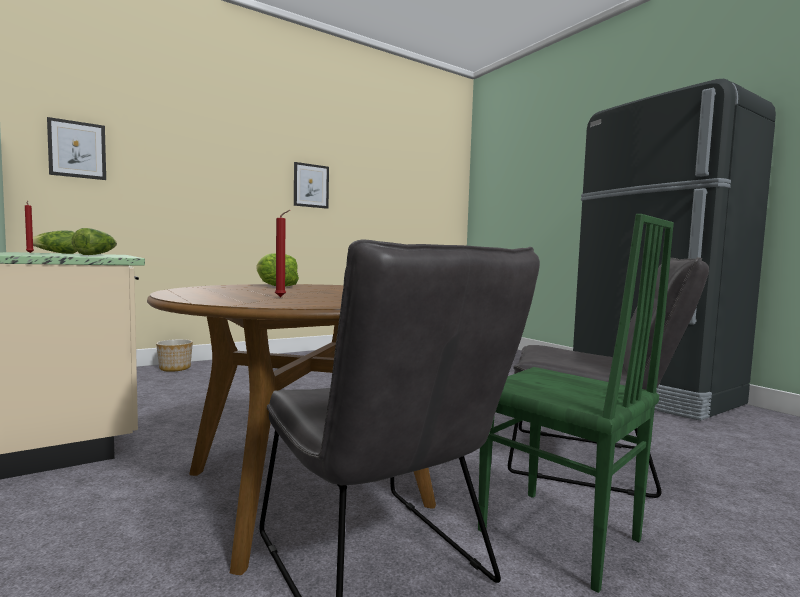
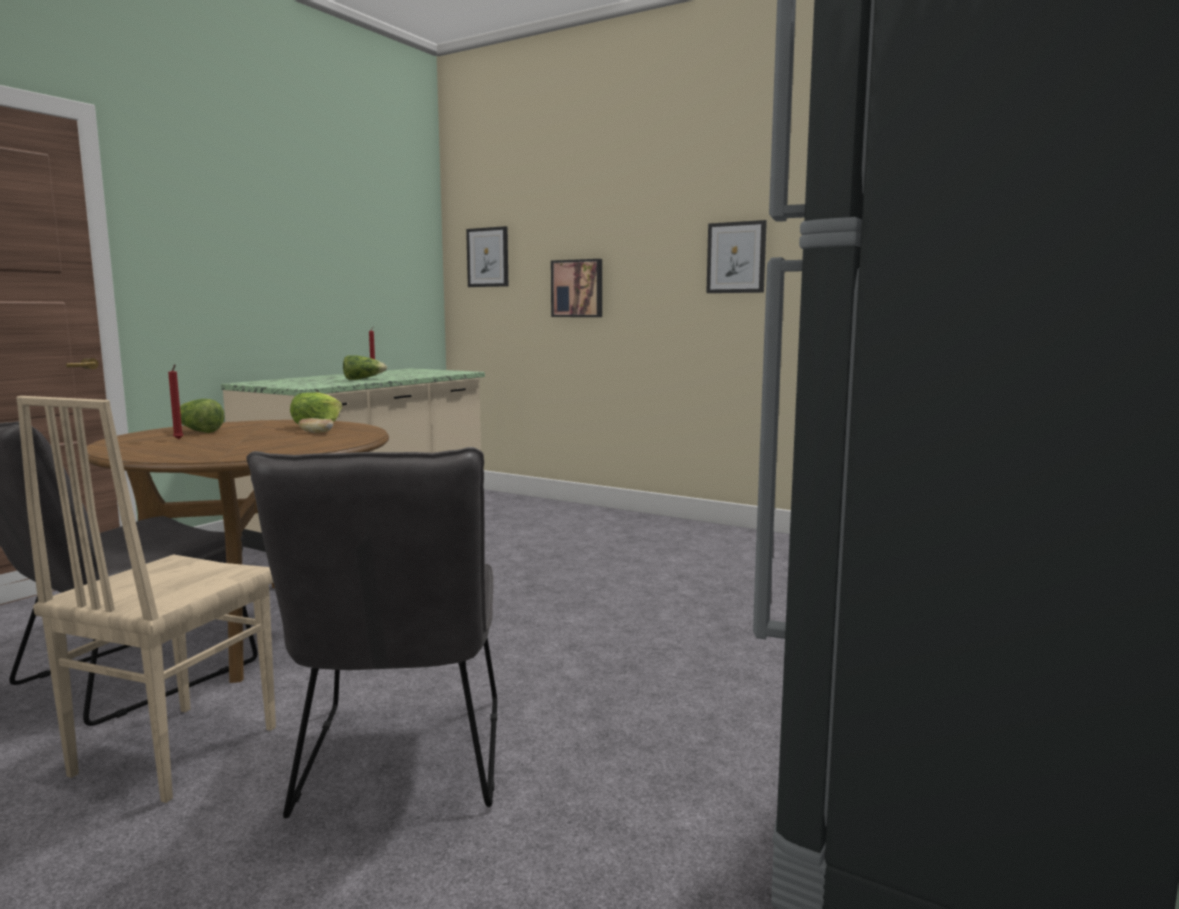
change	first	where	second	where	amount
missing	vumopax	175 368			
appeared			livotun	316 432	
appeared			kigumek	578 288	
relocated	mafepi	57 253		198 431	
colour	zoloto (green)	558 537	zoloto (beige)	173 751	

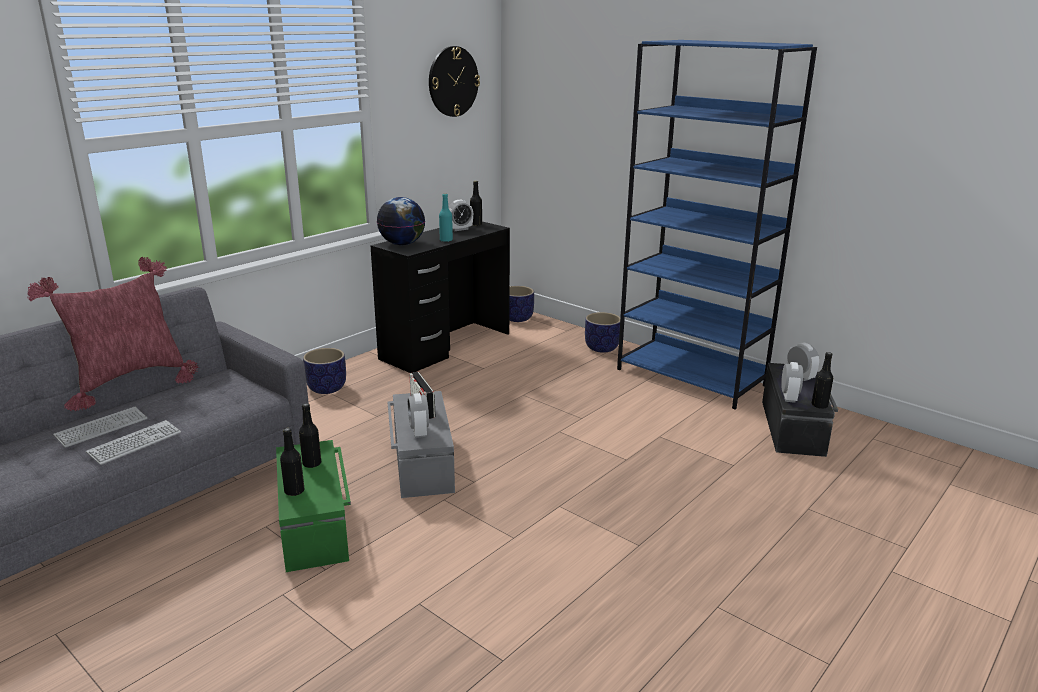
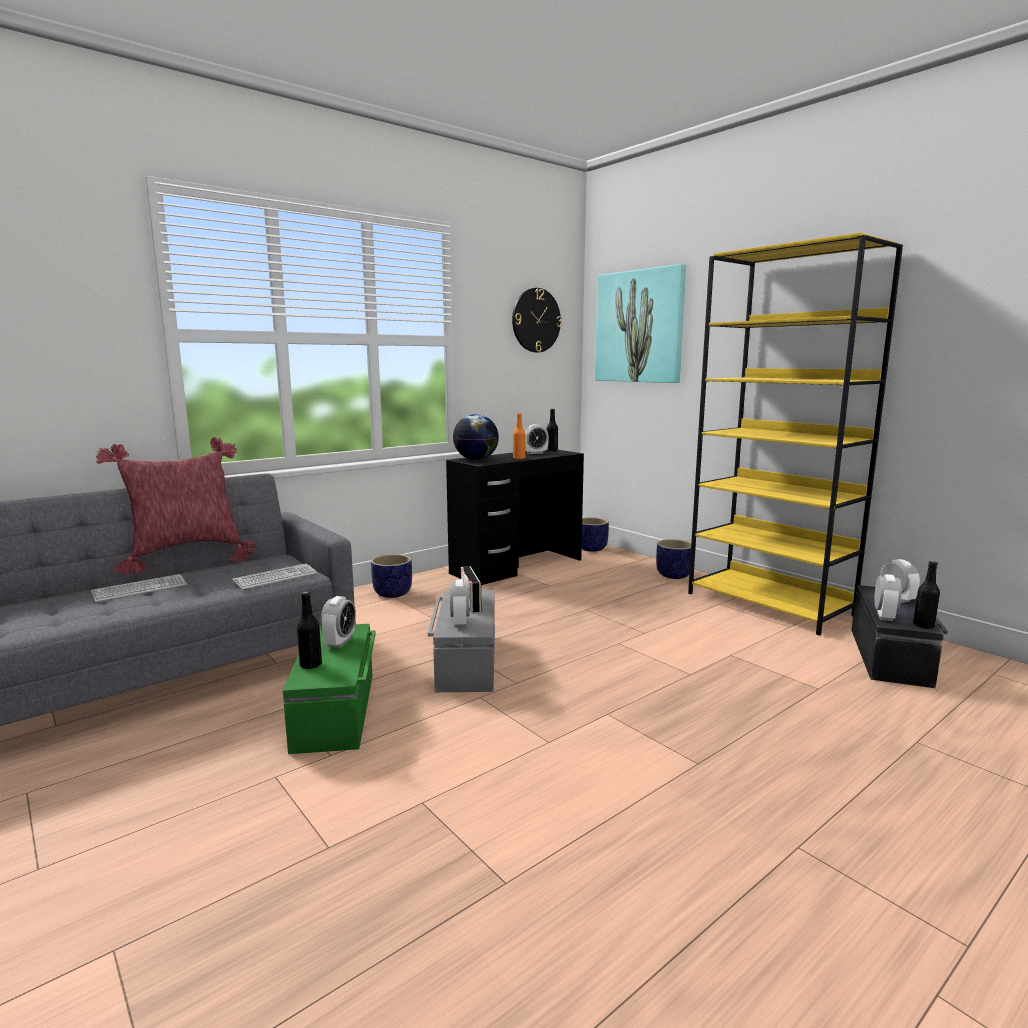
change	first	where	second	where	amount
appeared			kigumek	639 327	
relocated	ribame	135 443		275 578	
exchanged	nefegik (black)	312 463	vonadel	340 642	
colour	nefegik (turquoise)	446 240	nefegik (orange)	519 458	
colour	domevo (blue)	691 377	domevo (yellow)	769 604	

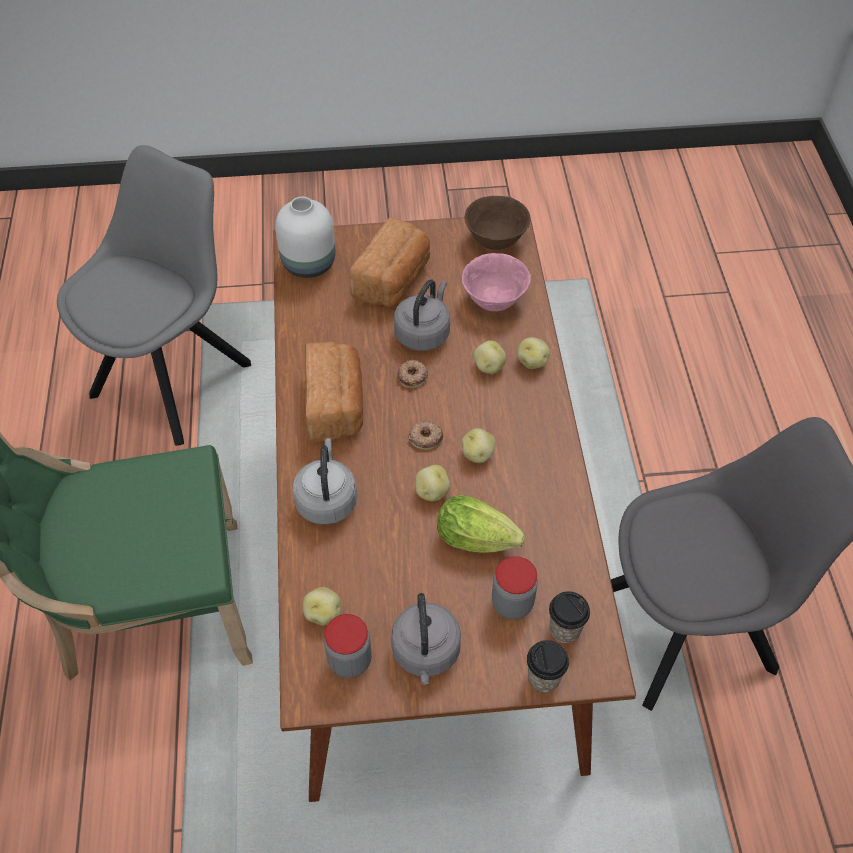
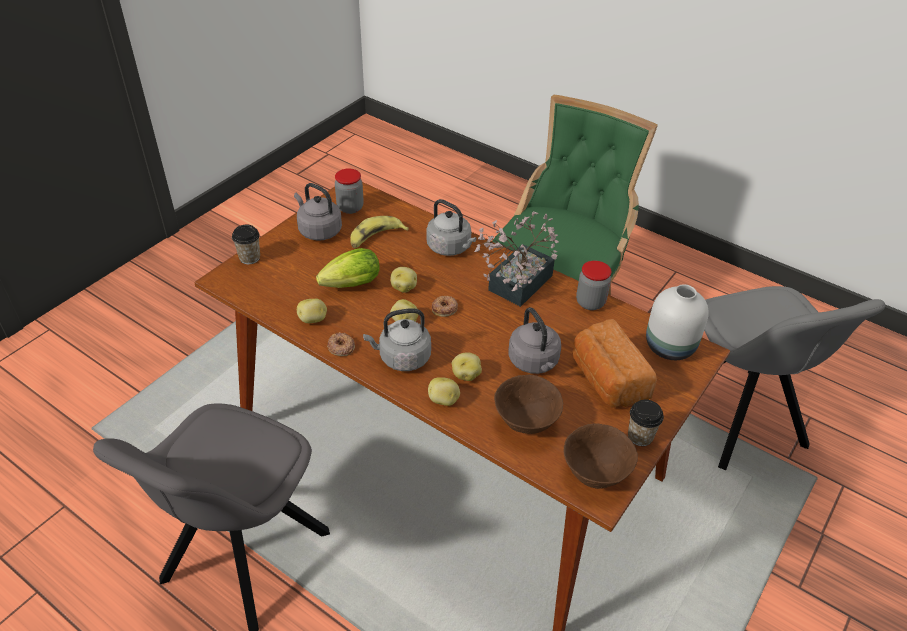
change	first	where	second	where	amount
appeared			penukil	375 238	
appeared			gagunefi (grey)	402 358	
relocated	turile	323 613		313 319	
relocated	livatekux	412 376		341 347	
relocated	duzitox	512 603		590 302	
relocated	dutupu	565 629		640 436	
exchanged	livotun	336 406	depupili	515 287	
colour	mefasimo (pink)	494 300	mefasimo (brown)	525 423	

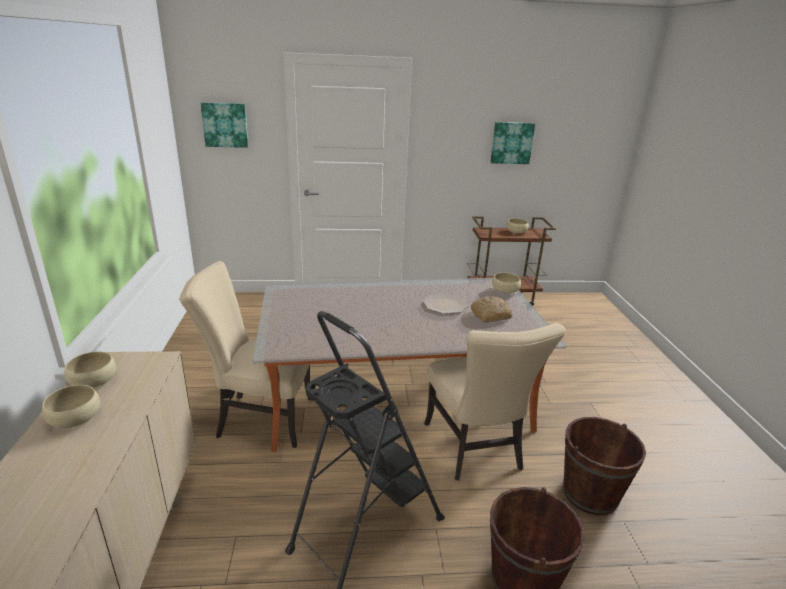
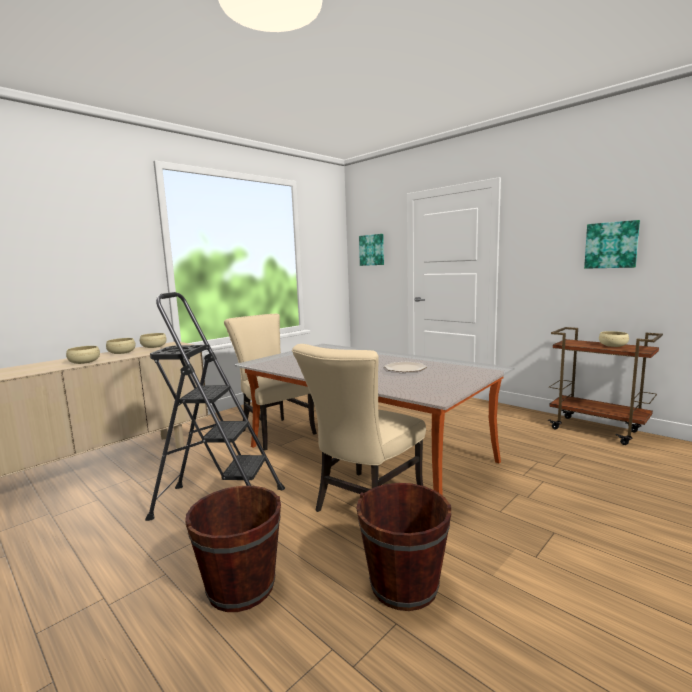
change	first	where	second	where	amount
missing	livotun	490 315			
relocated	mefasimo (beige)	505 290		84 362	

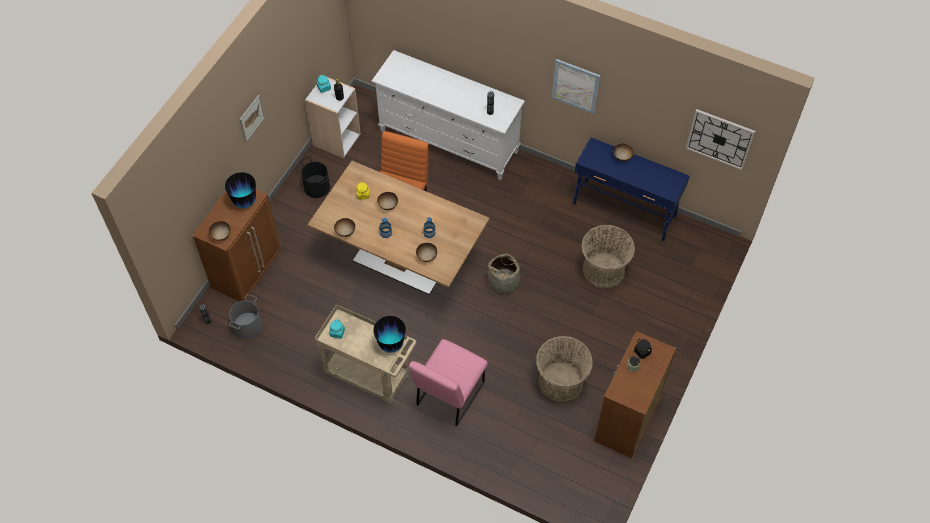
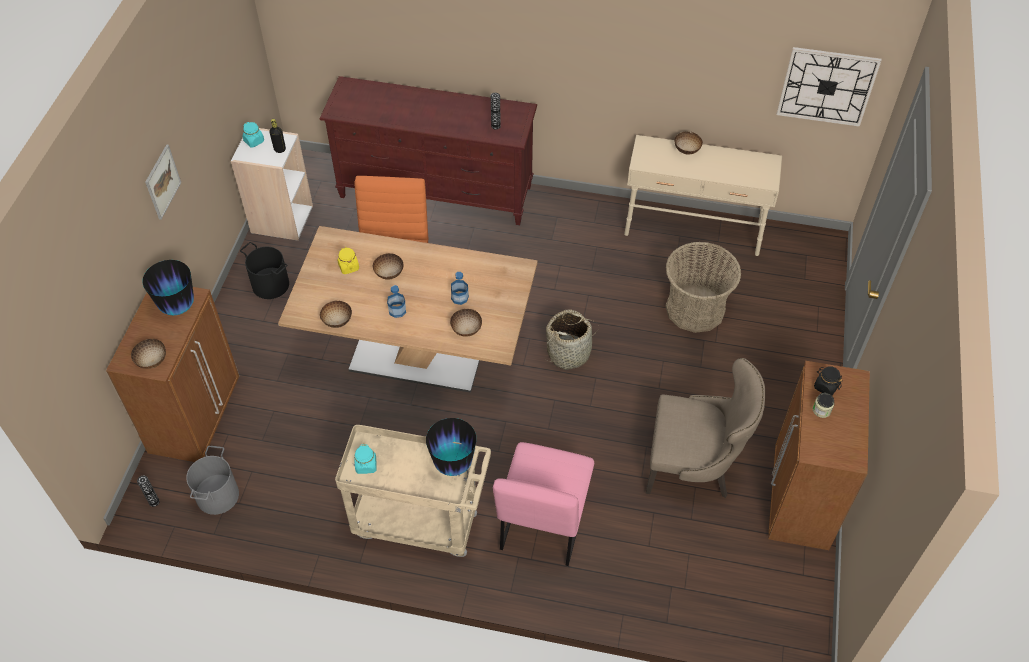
change	first	where	second	where	amount
missing	kigumek	575 86			
exchanged	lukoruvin	561 382	zoloto (beige)	693 468	
colour	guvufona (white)	449 142	guvufona (red)	436 192	
colour	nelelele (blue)	624 210	nelelele (beige)	693 230	

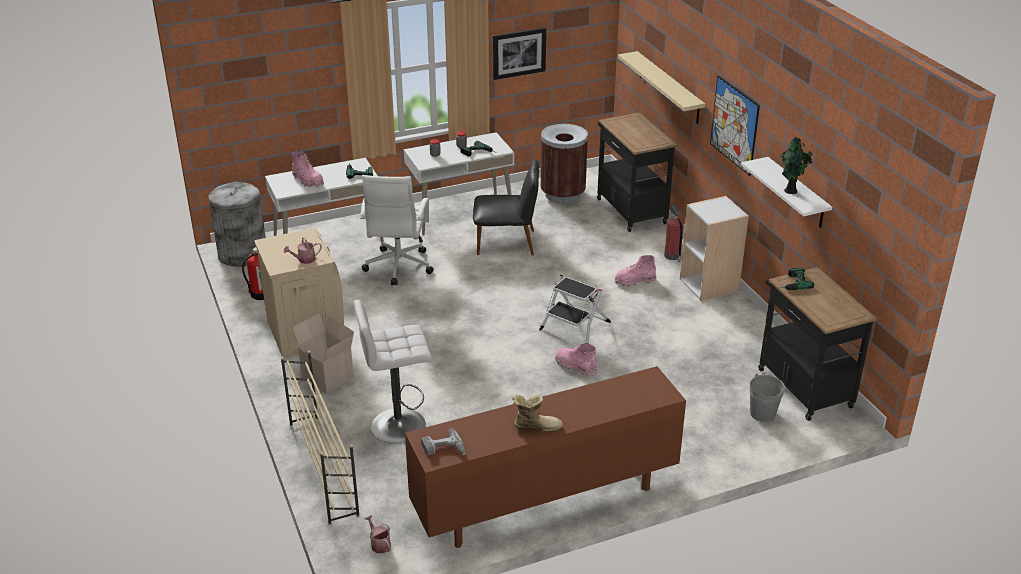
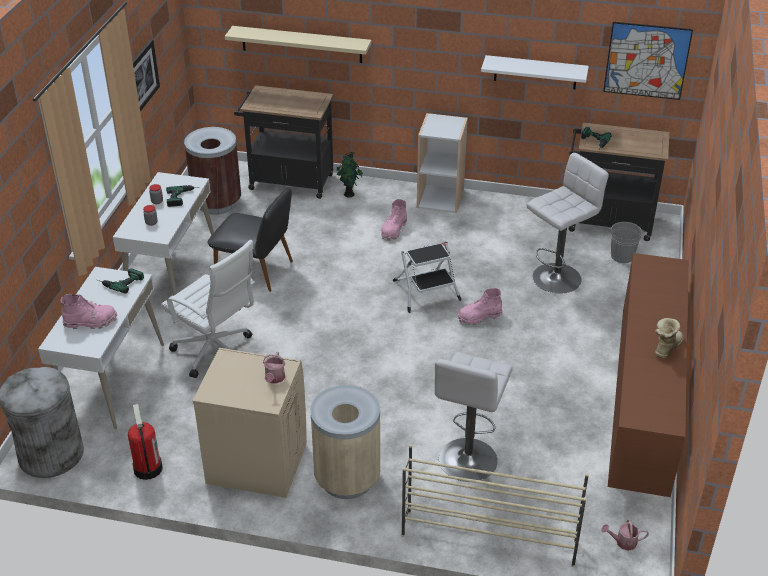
change	first	where	second	where	amount
missing	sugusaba	444 450			
missing	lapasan	672 256			
appeared			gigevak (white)	557 278	
relocated	kigumek	734 125		646 61	
relocated	depupili	791 191		350 194	
exchanged	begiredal	325 377	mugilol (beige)	347 478	
spun	zoloto (black)	506 242		254 269	75 degrees clockwise

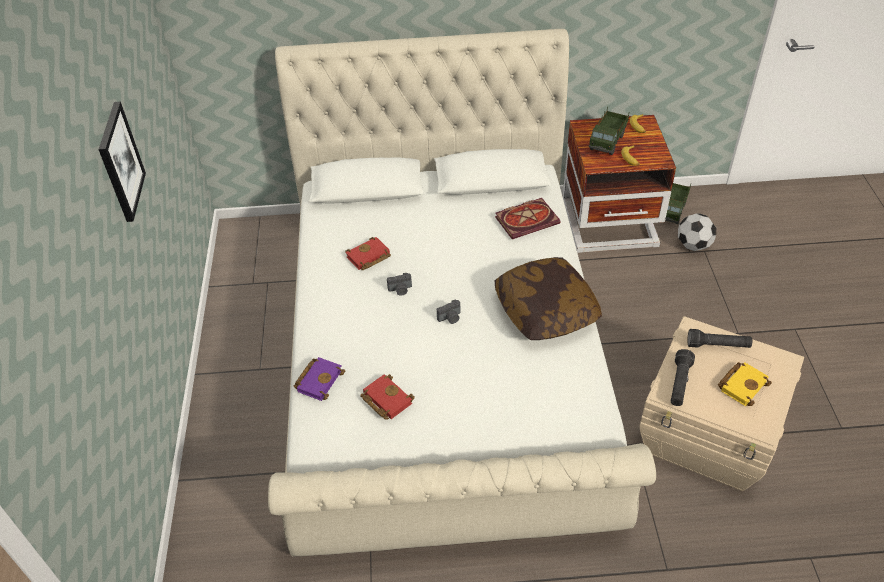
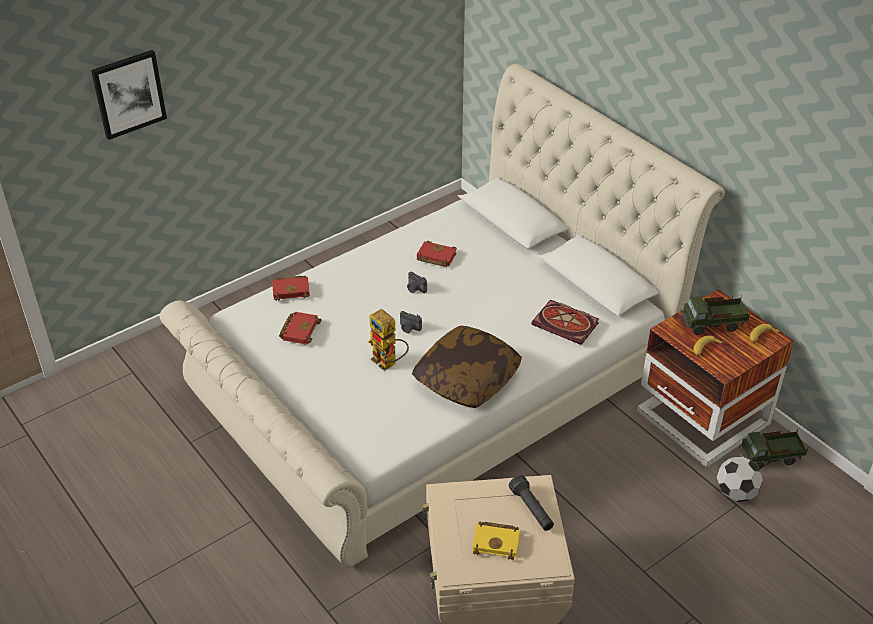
change	first	where	second	where	amount
missing	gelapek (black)	679 384			
appeared			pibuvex	389 363	
relocated	kigumek	120 162		129 94	
colour	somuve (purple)	319 380	somuve (red)	292 290	

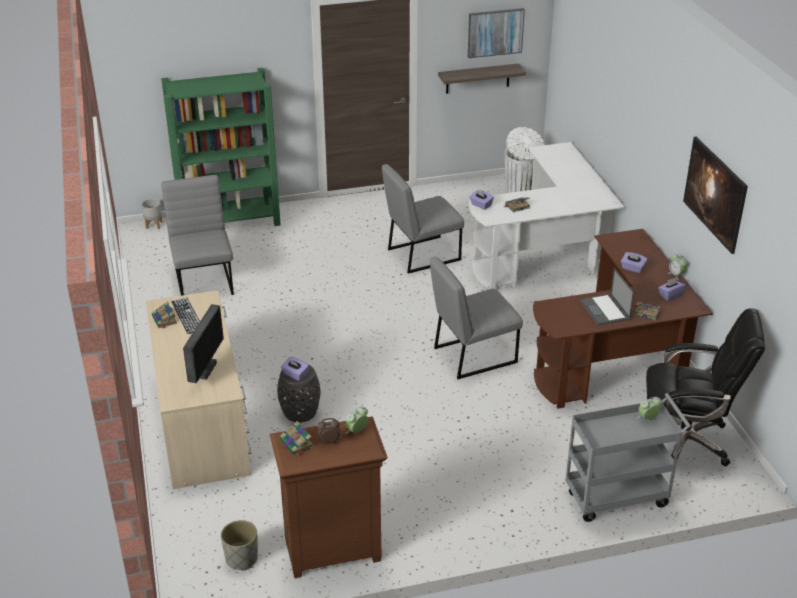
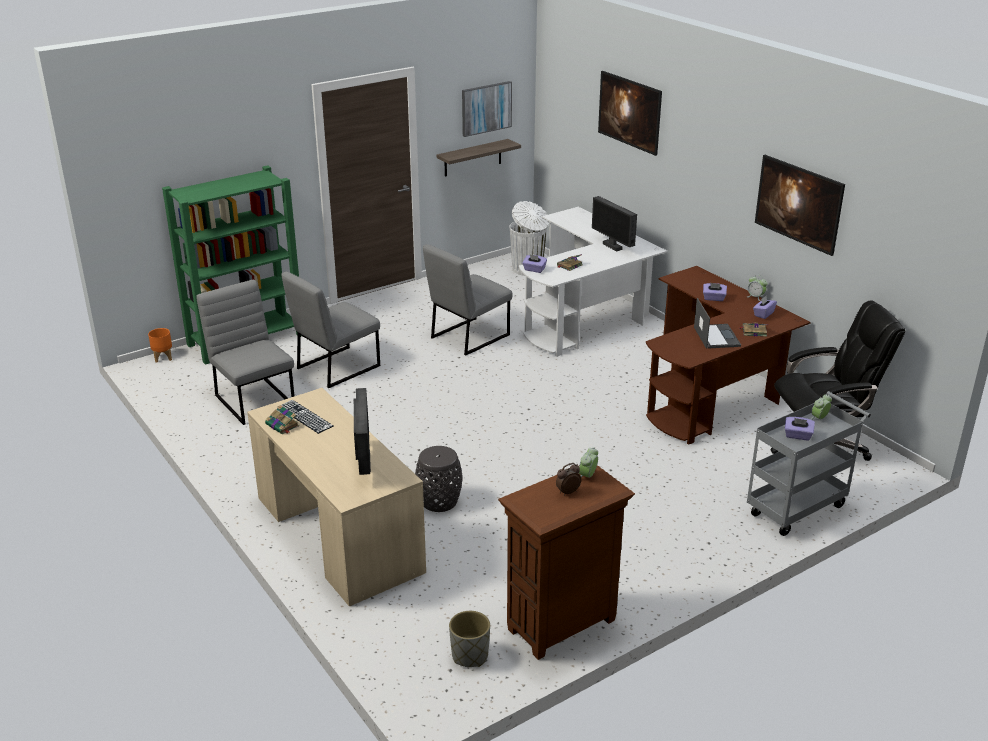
change	first	where	second	where	amount
missing	somuve	297 444			
appeared			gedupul	613 246	
appeared			kigumek	628 127	
relocated	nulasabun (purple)	295 375		797 436	
relocated	zoloto (grey)	472 355		336 367	
colour	vumopax (grey)	154 224	vumopax (orange)	163 357	
spun	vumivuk	605 310		716 336	150 degrees counterclockwise

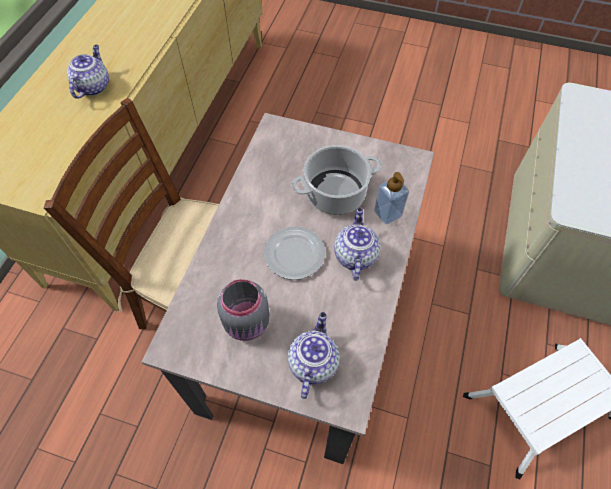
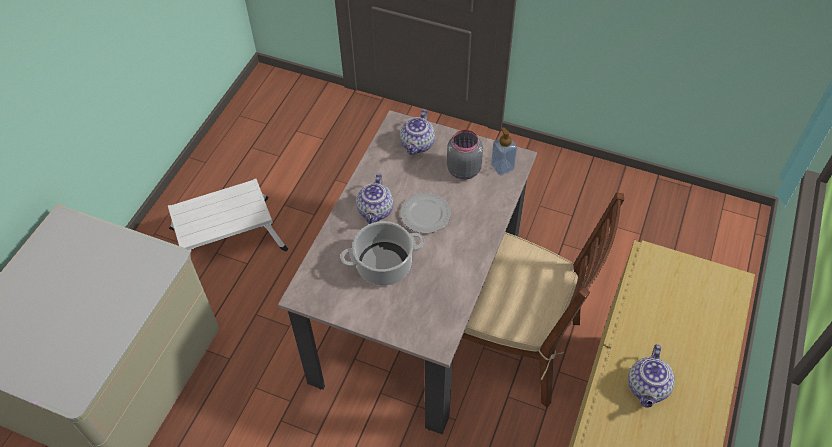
change	first	where	second	where	amount
relocated	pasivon	388 213		502 167	

